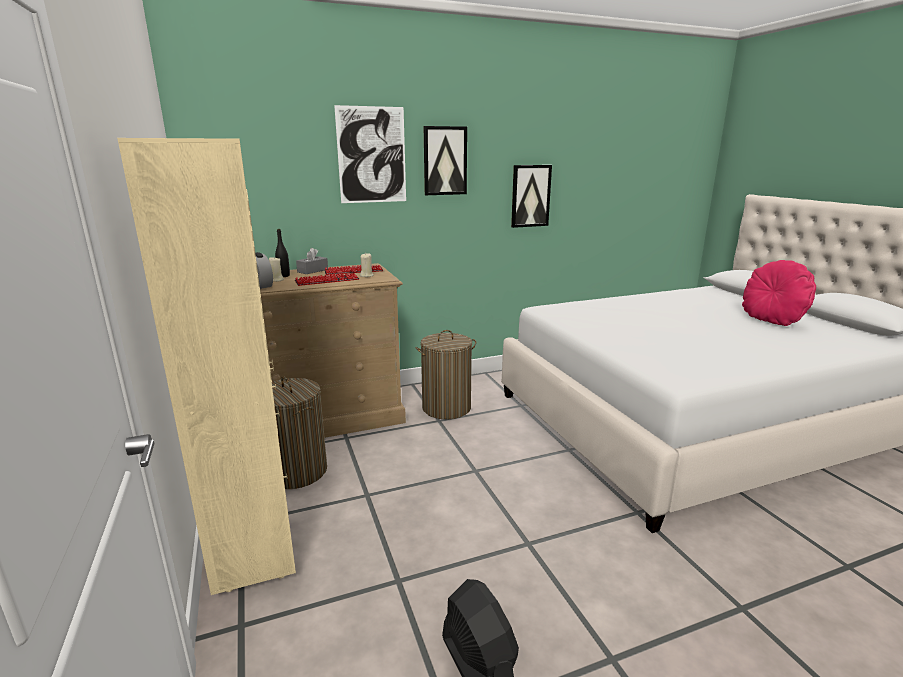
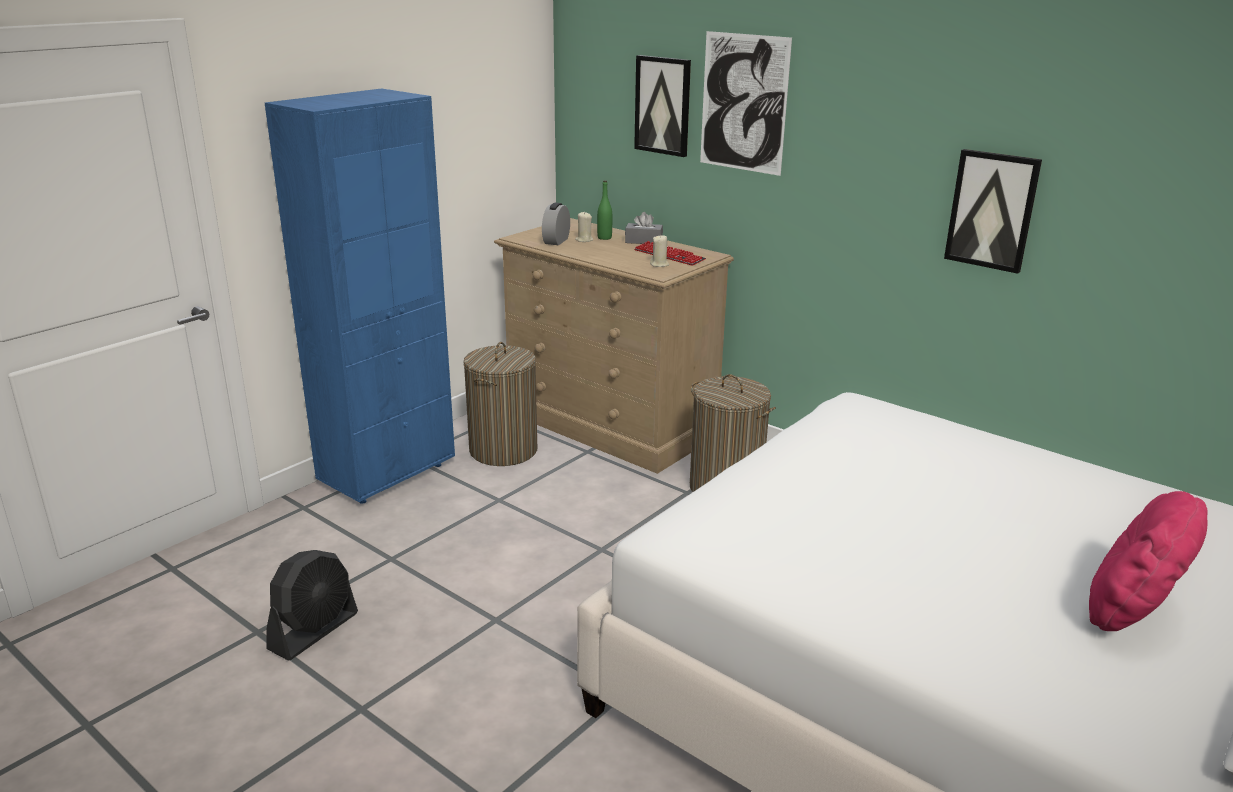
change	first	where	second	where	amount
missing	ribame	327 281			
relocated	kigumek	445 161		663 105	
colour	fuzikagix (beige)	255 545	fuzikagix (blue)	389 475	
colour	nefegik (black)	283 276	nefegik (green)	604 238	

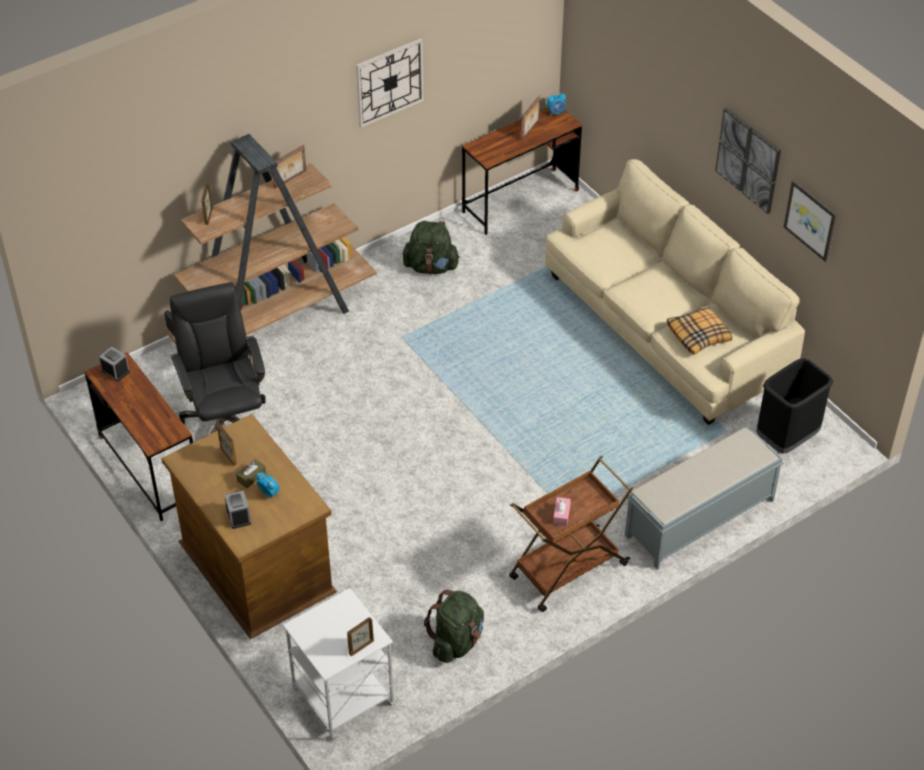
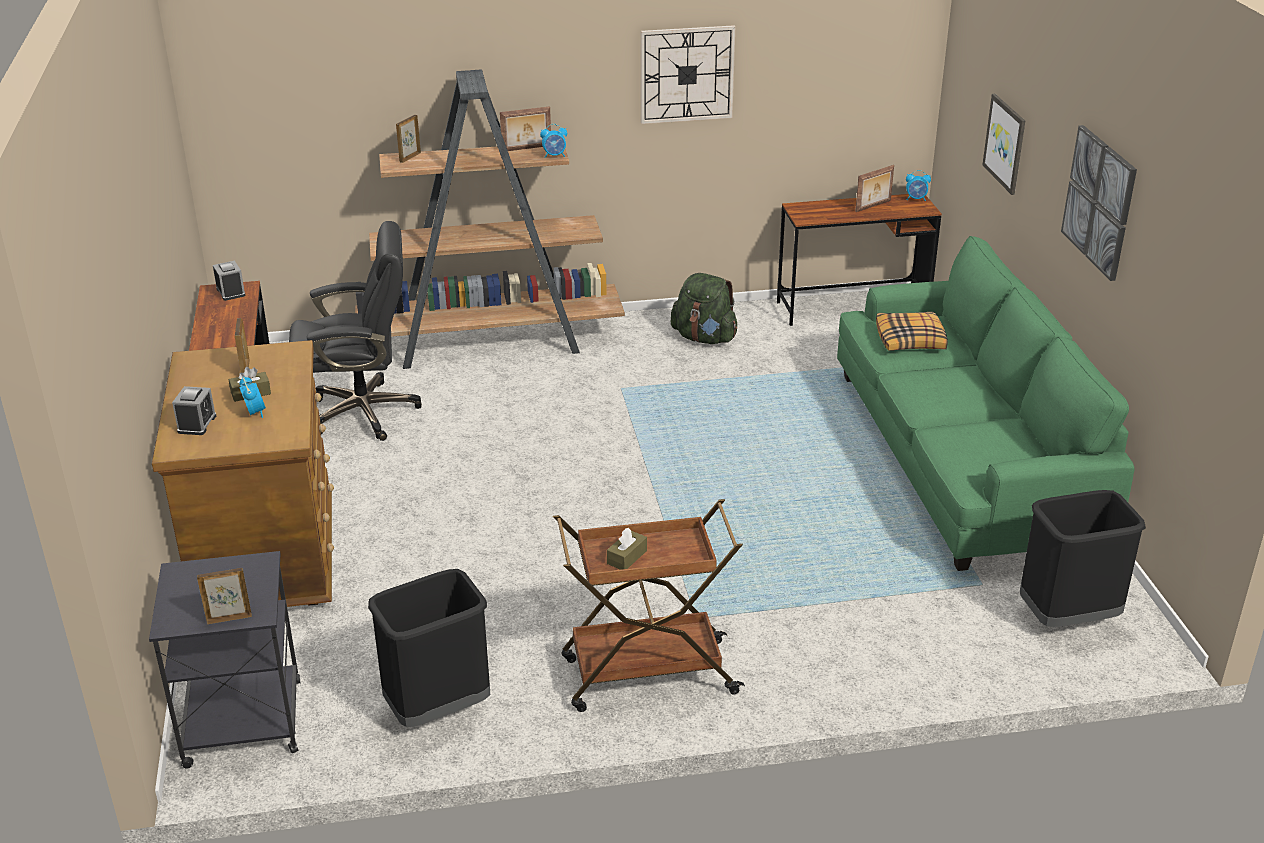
change	first	where	second	where	amount
missing	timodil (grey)	698 518			
appeared			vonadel	554 156	
relocated	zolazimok	699 335		910 340	
relocated	kigumek	811 220		1005 143	
exchanged	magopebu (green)	456 641	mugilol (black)	438 708	
colour	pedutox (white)	342 697	pedutox (black)	241 722	
colour	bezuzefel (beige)	666 327	bezuzefel (green)	962 458	
colour	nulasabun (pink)	561 515	nulasabun (brown)	627 557	
spun	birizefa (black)	226 423		361 413	75 degrees clockwise

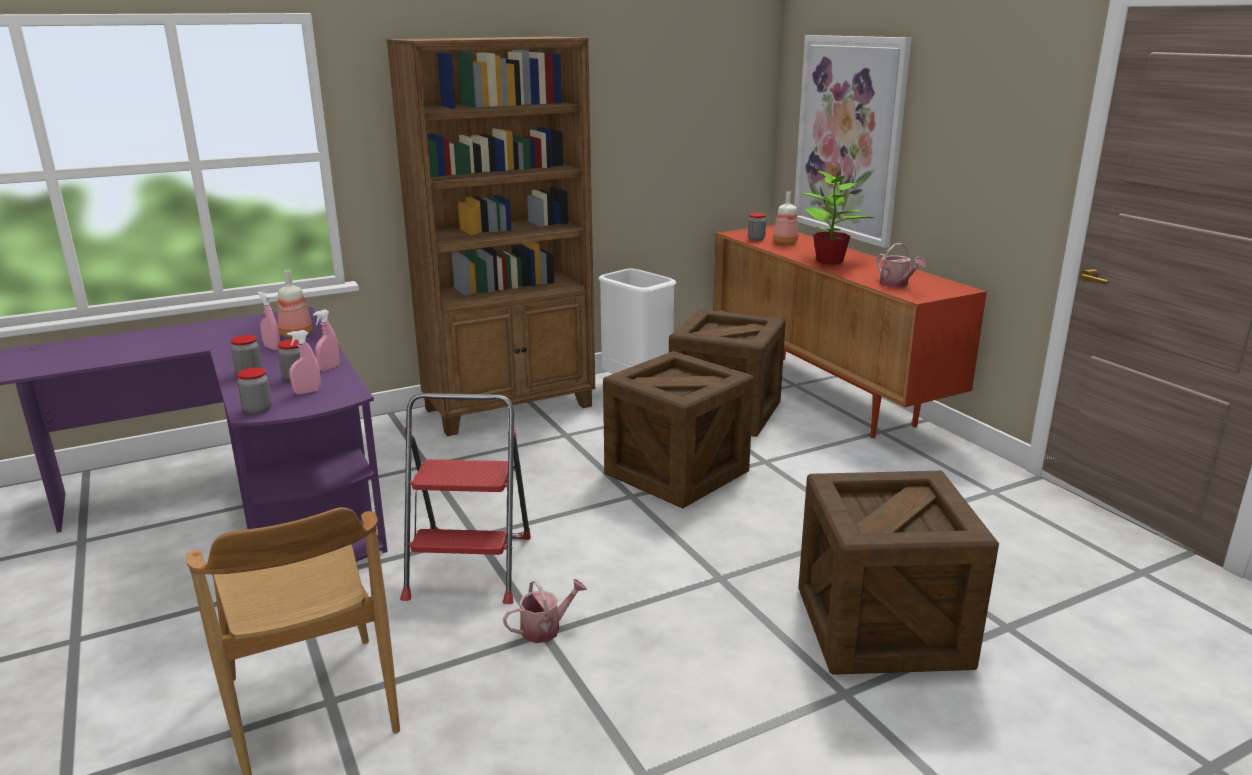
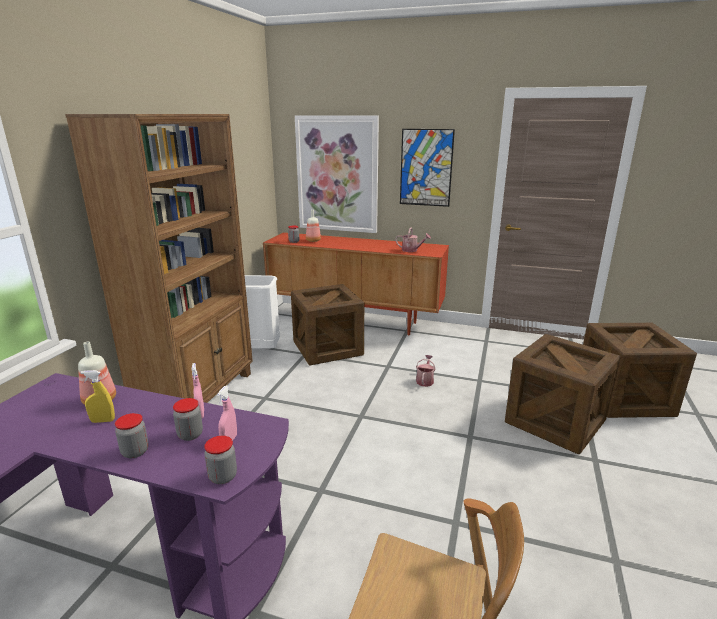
change	first	where	second	where	amount
missing	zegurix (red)	472 563			
missing	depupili	830 261			
appeared			kigumek	426 168	
relocated	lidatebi	546 629		425 380	
relocated	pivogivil	676 473		623 398	
colour	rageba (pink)	272 348	rageba (yellow)	103 421	

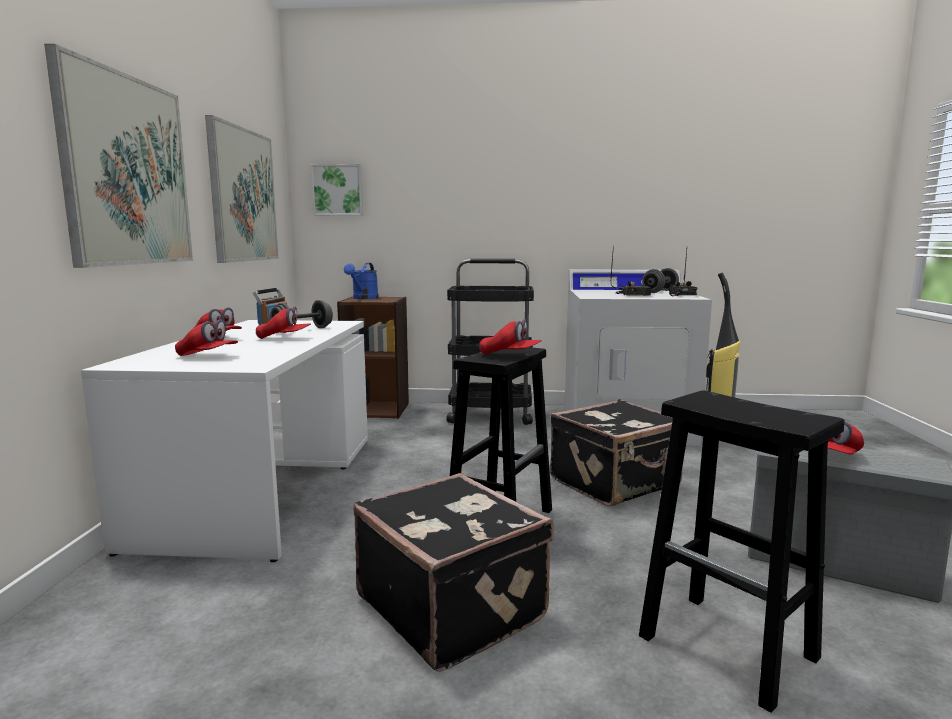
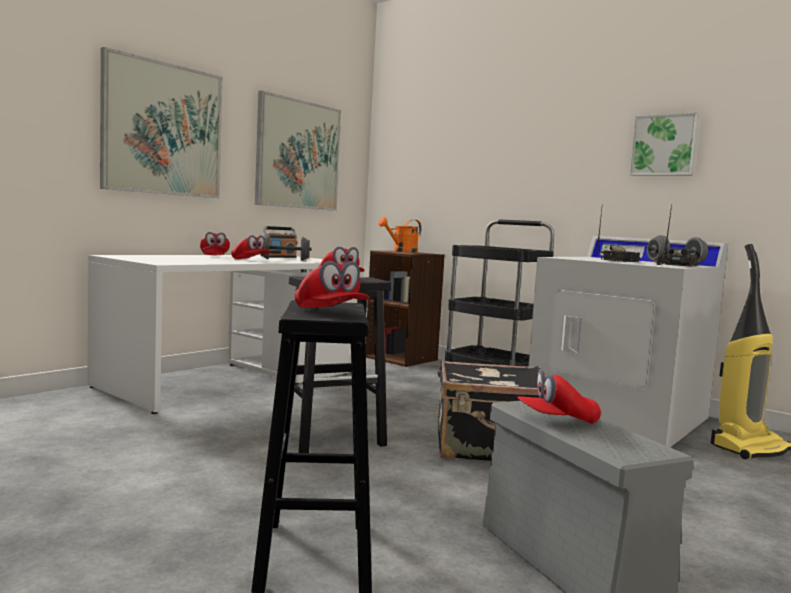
change	first	where	second	where	amount
missing	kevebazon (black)	453 606			
relocated	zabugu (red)	207 356		330 312	
relocated	kigumek	338 190		664 145	
colour	lidatebi (blue)	363 298	lidatebi (orange)	401 251	

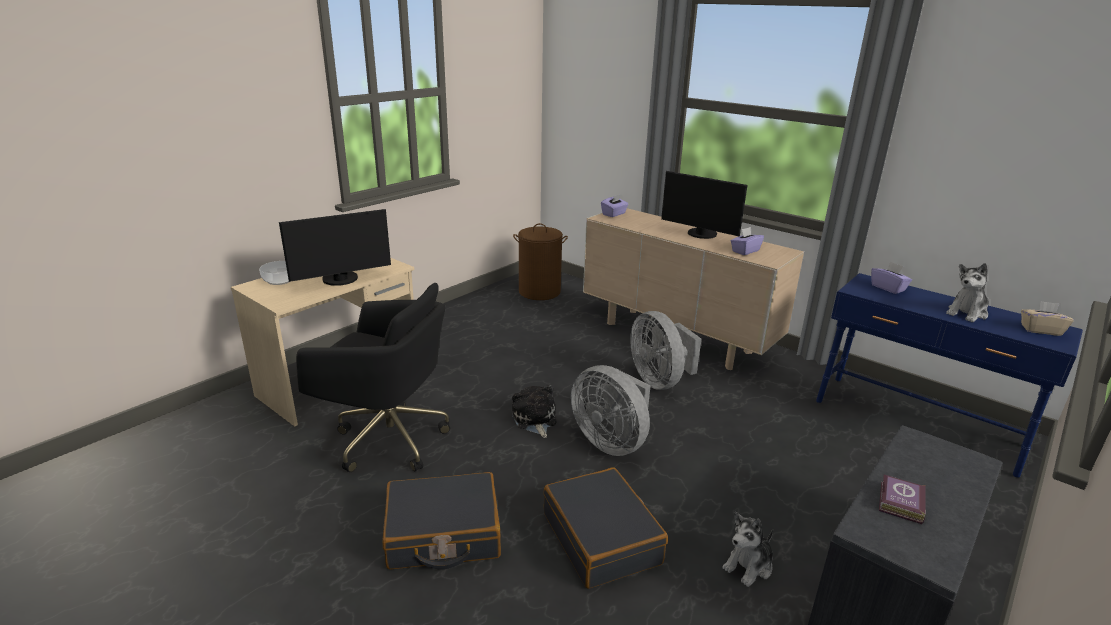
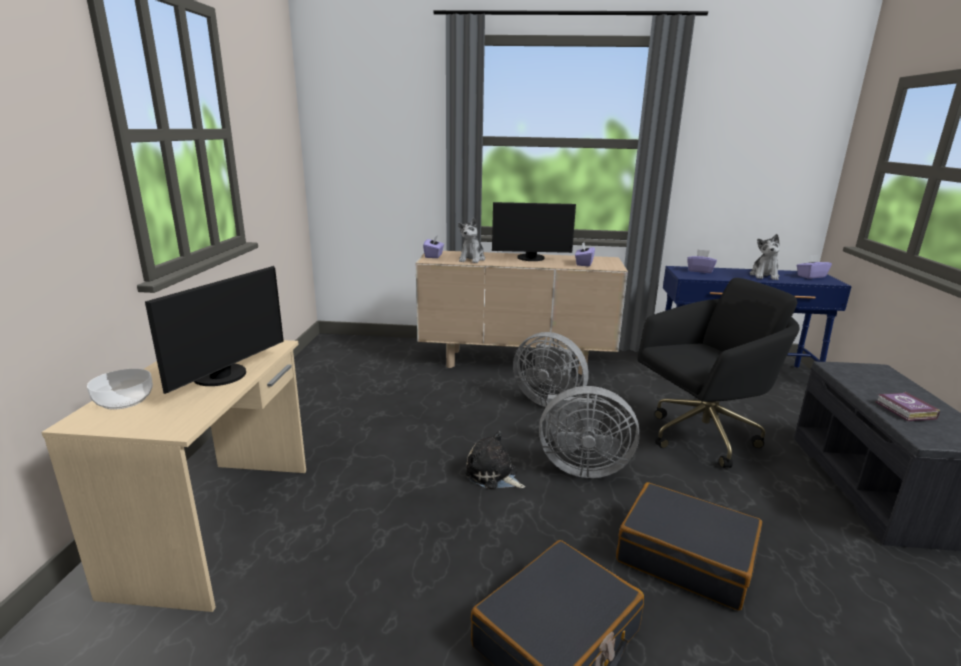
change	first	where	second	where	amount
missing	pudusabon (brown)	540 292			
relocated	birizefa (black)	386 440		698 438	
relocated	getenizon	749 566		472 259	
colour	nulasabun (beige)	1040 330	nulasabun (purple)	811 276	

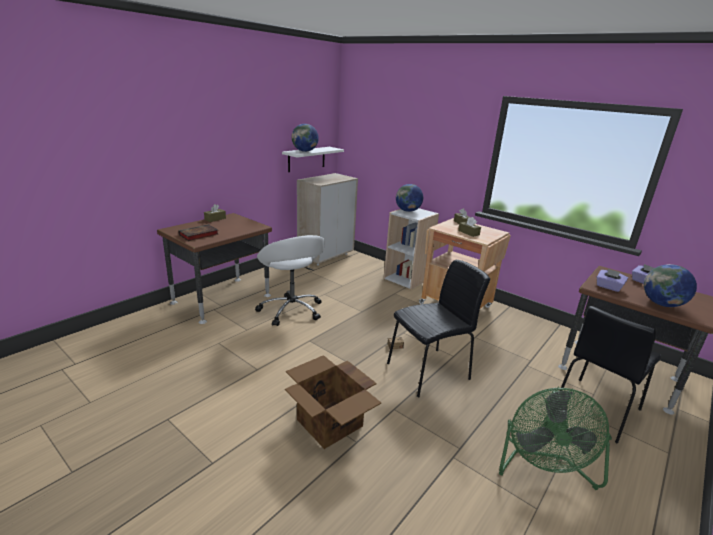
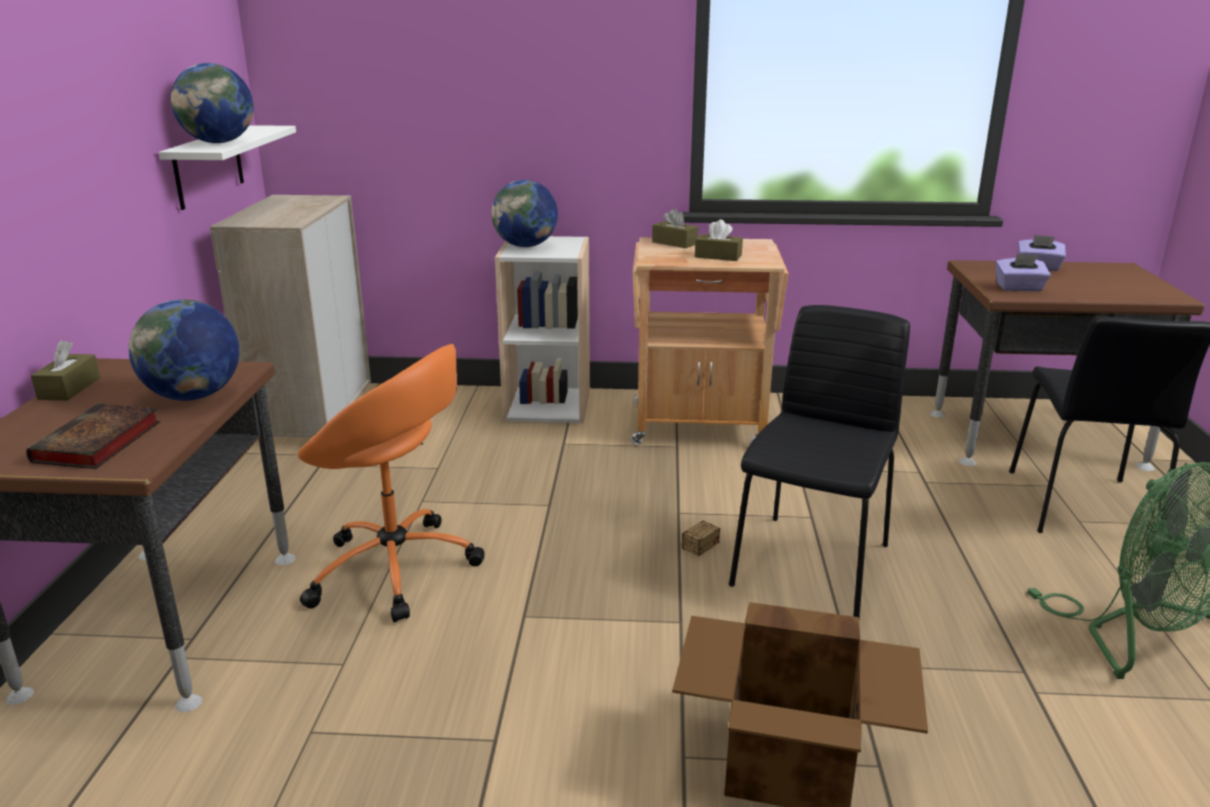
change	first	where	second	where	amount
relocated	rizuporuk	662 304		194 396	
colour	birizefa (white)	292 311	birizefa (orange)	397 570	

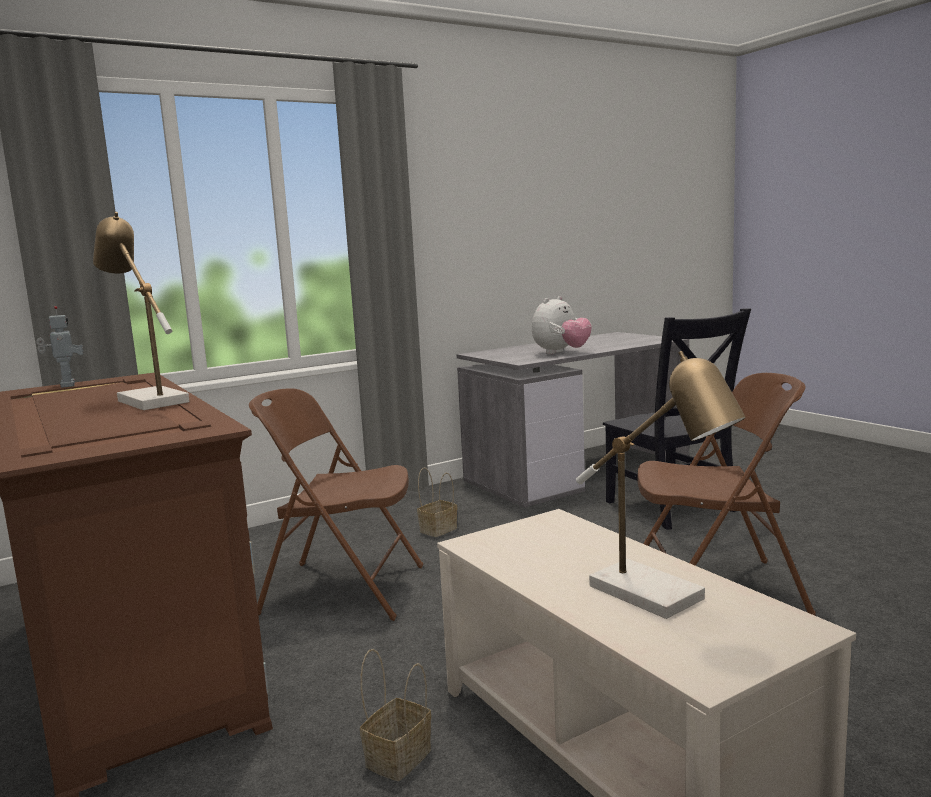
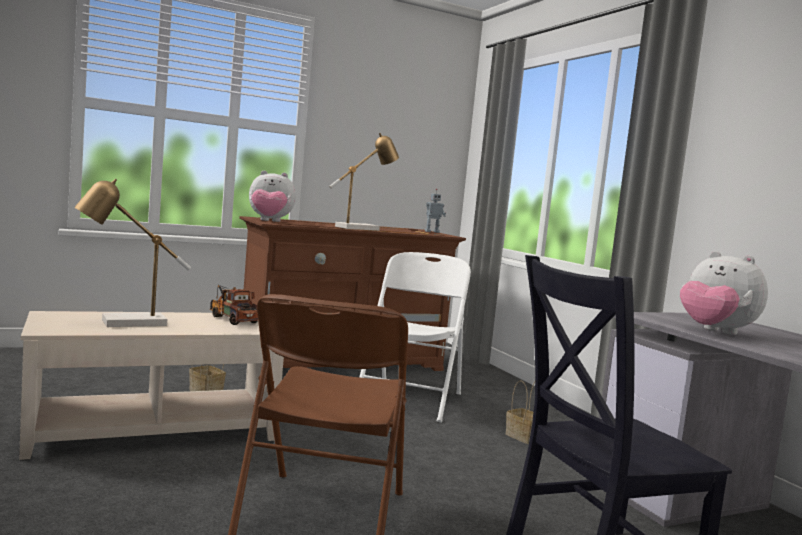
change	first	where	second	where	amount
appeared			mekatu	231 318	
appeared			getenizon	269 221	
colour	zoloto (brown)	344 589	zoloto (white)	409 400	

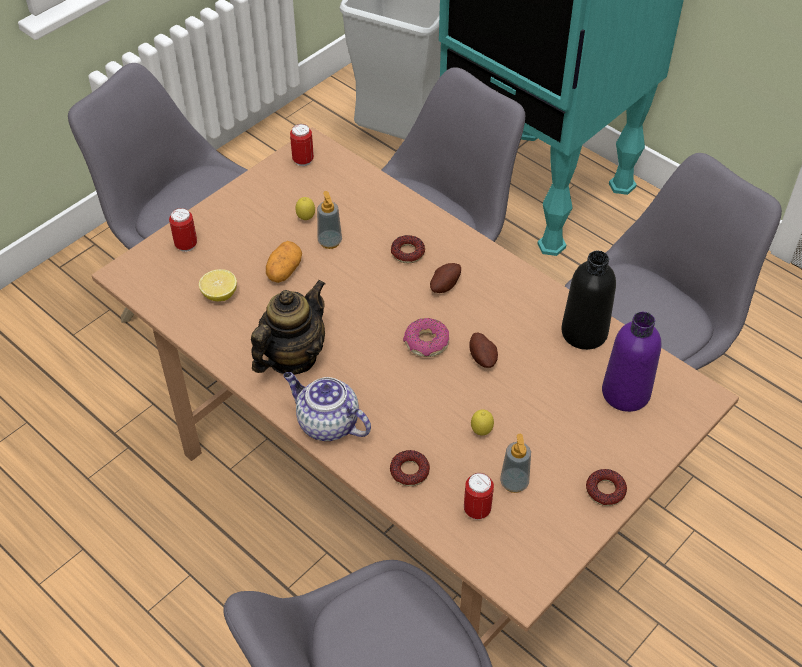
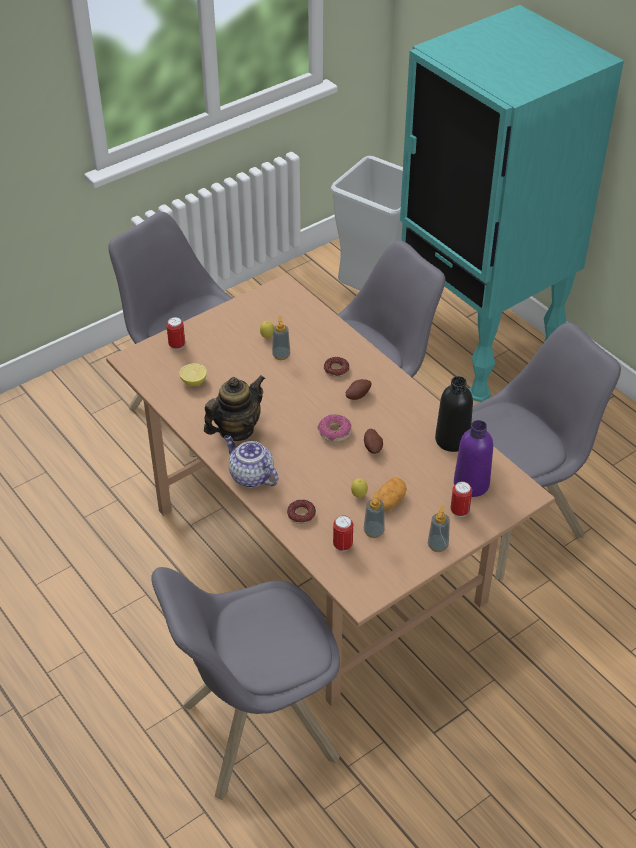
change	first	where	second	where	amount
relocated	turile	284 270		390 501	
relocated	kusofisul	303 160		459 511	
exchanged	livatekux	605 491	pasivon	437 545	

